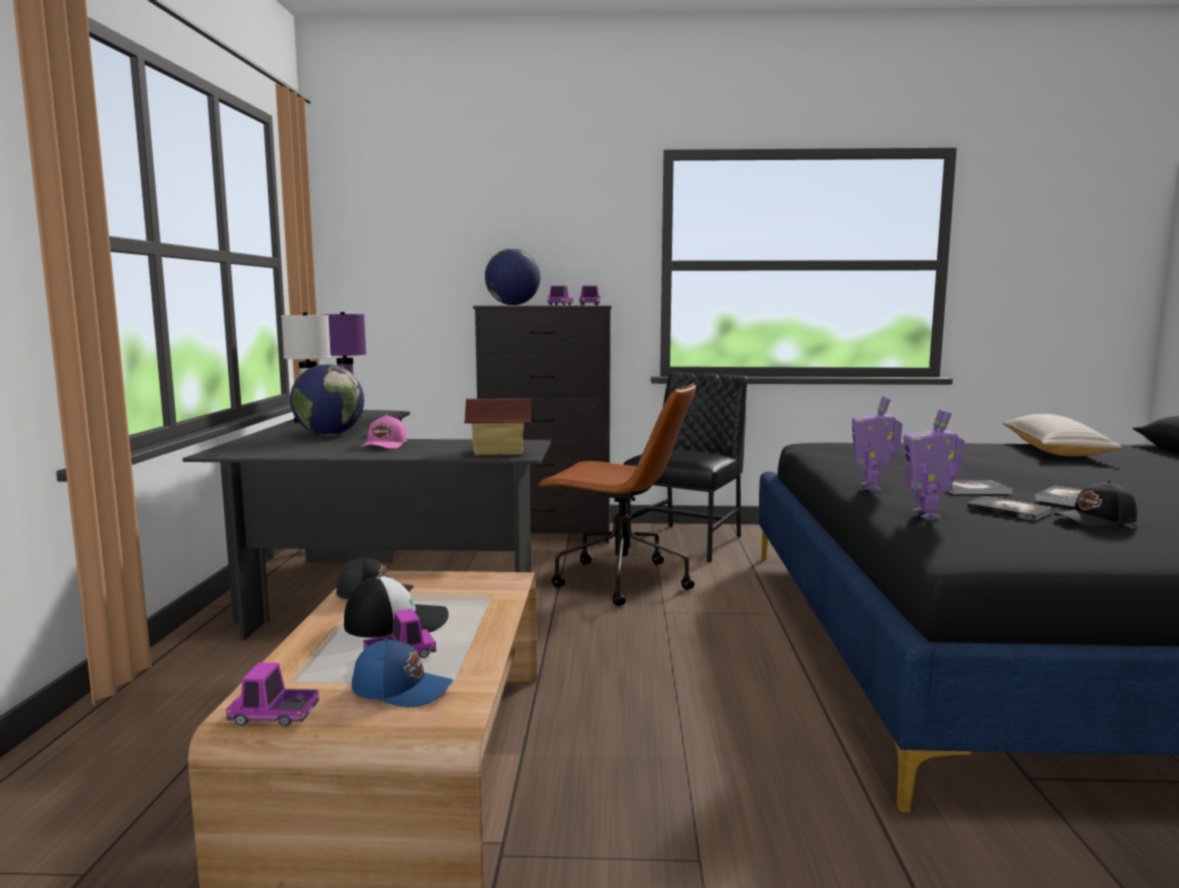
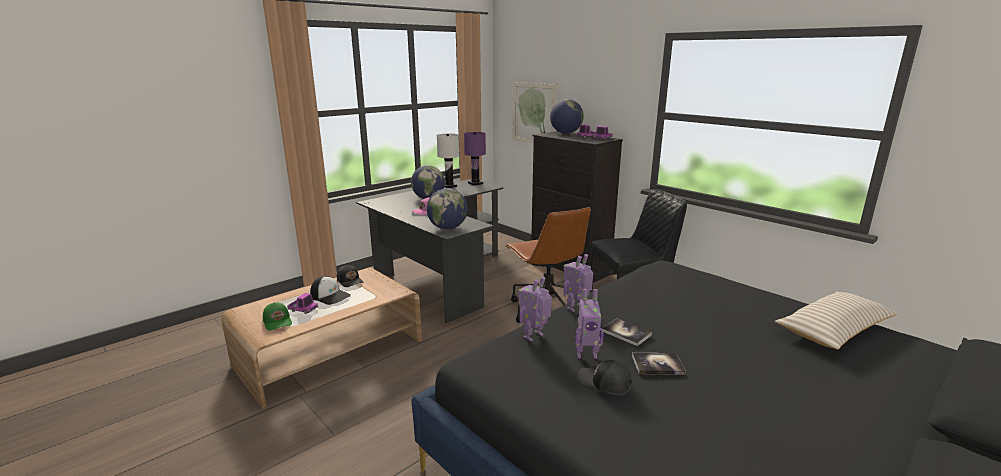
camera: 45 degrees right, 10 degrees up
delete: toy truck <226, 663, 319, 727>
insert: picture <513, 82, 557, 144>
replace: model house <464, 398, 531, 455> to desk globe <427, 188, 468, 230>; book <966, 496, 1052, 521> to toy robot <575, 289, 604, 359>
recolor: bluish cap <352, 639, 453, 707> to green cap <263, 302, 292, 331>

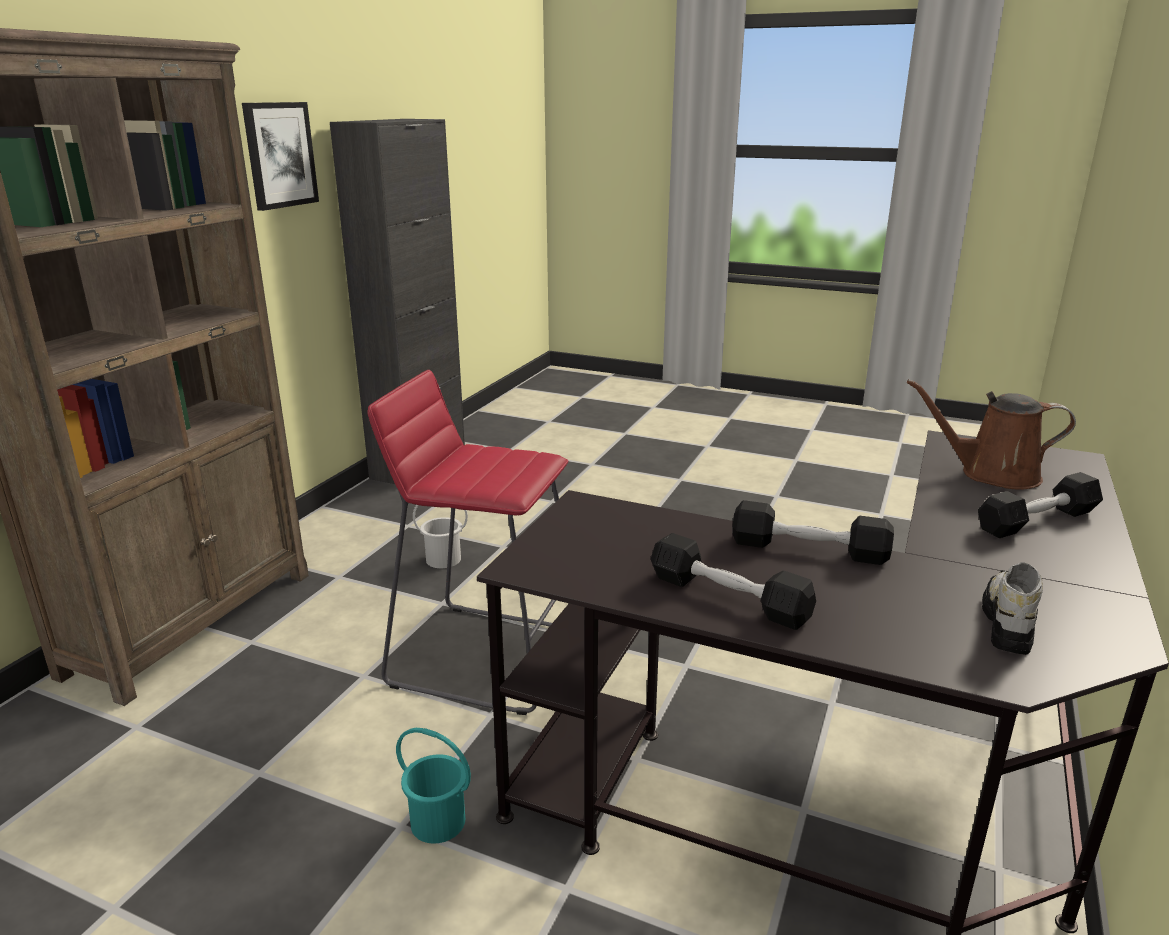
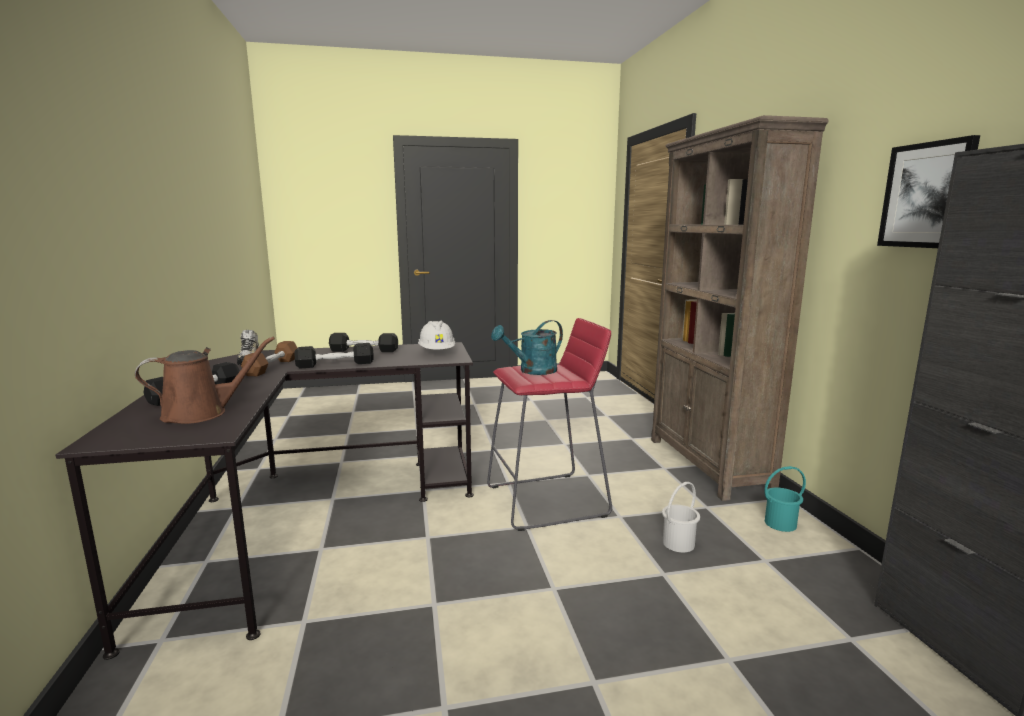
camera: 145 degrees right, 10 degrees down
insert: brown dumbbell <241, 341, 297, 376>; white safety helmet <418, 321, 455, 349>; turquoise watering pot <491, 320, 563, 375>
move: turquoise pail <396, 728, 471, 844> to <764, 466, 806, 532>

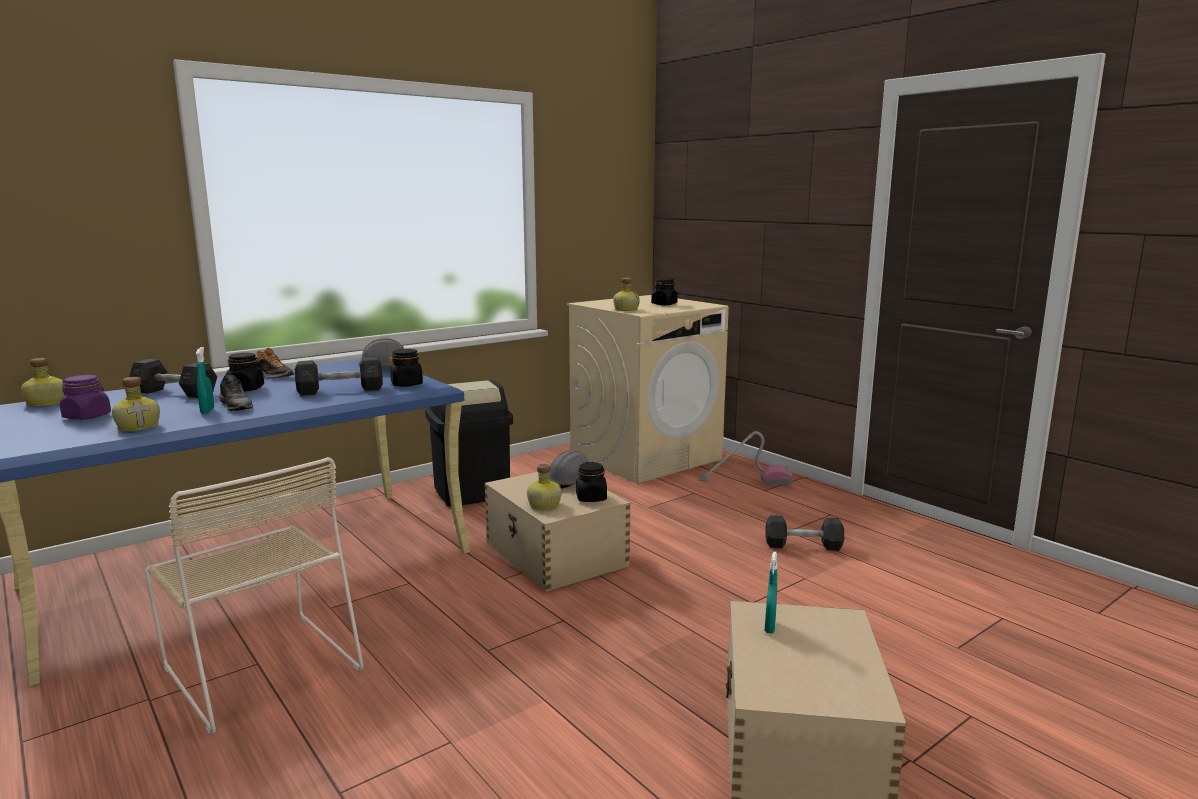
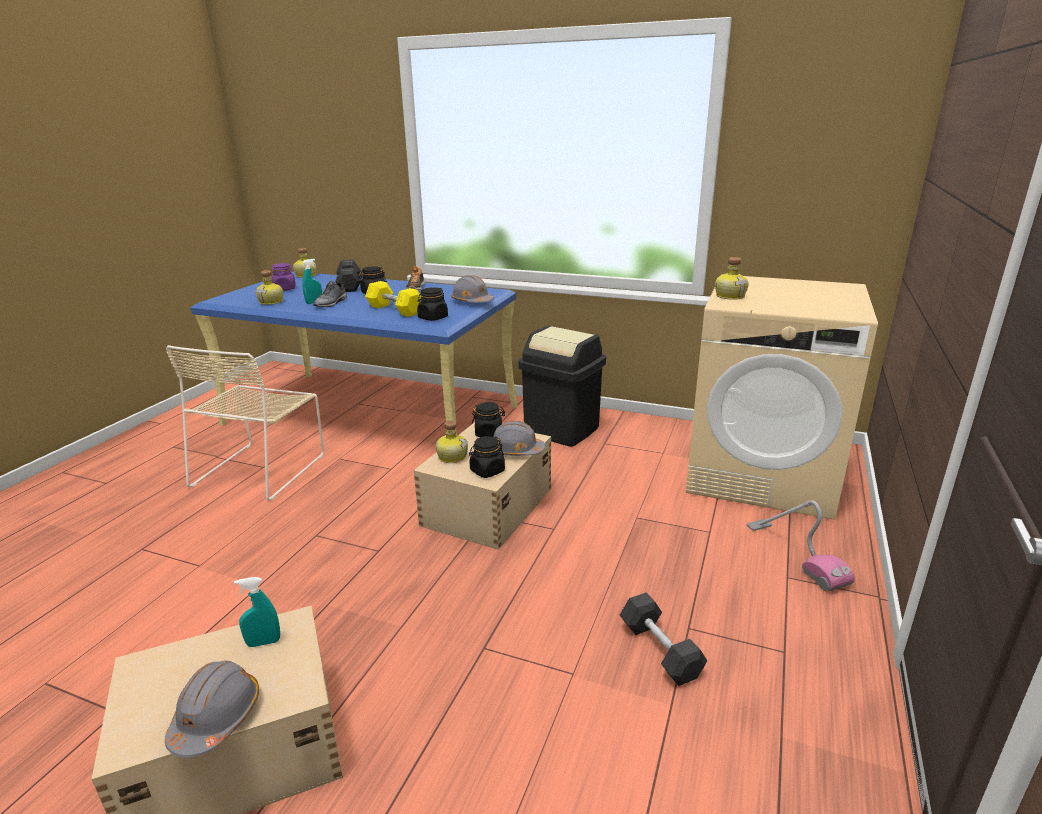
camera: 60 degrees right, 10 degrees up
insert: greyish safety helmet <165, 660, 259, 757>
move: black storage jar <651, 278, 678, 305> to <472, 402, 505, 437>
recolor: greyish dumbbell <295, 357, 383, 396> to yellow dumbbell <365, 281, 421, 317>

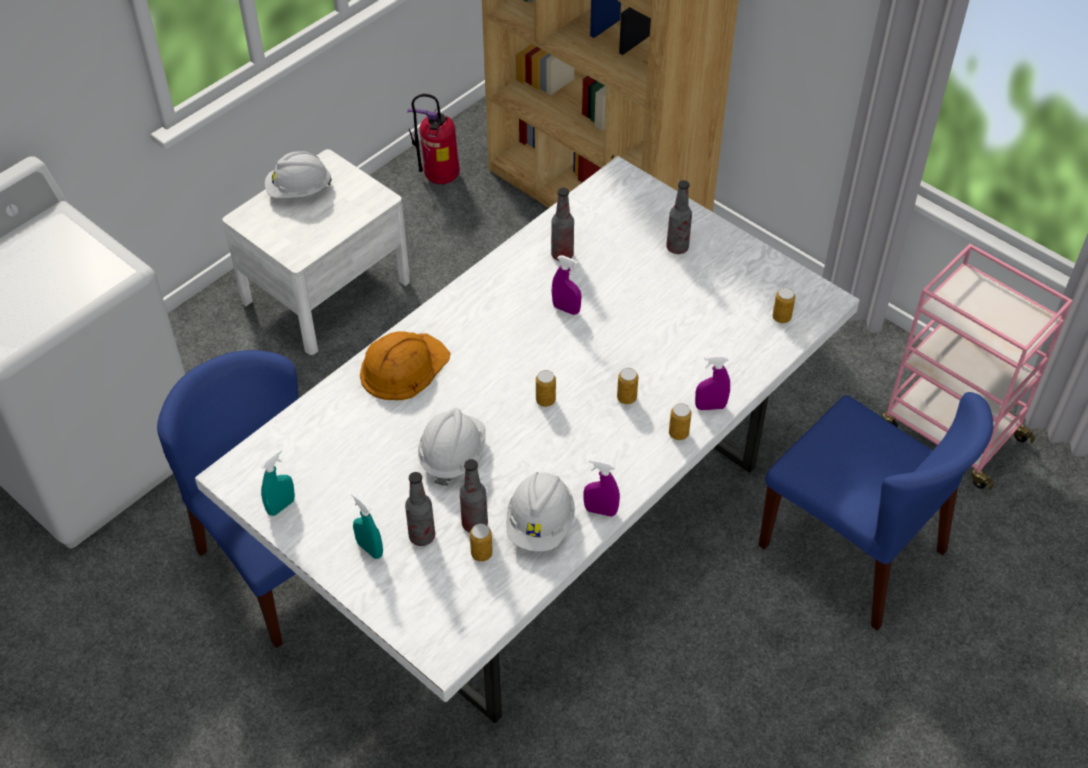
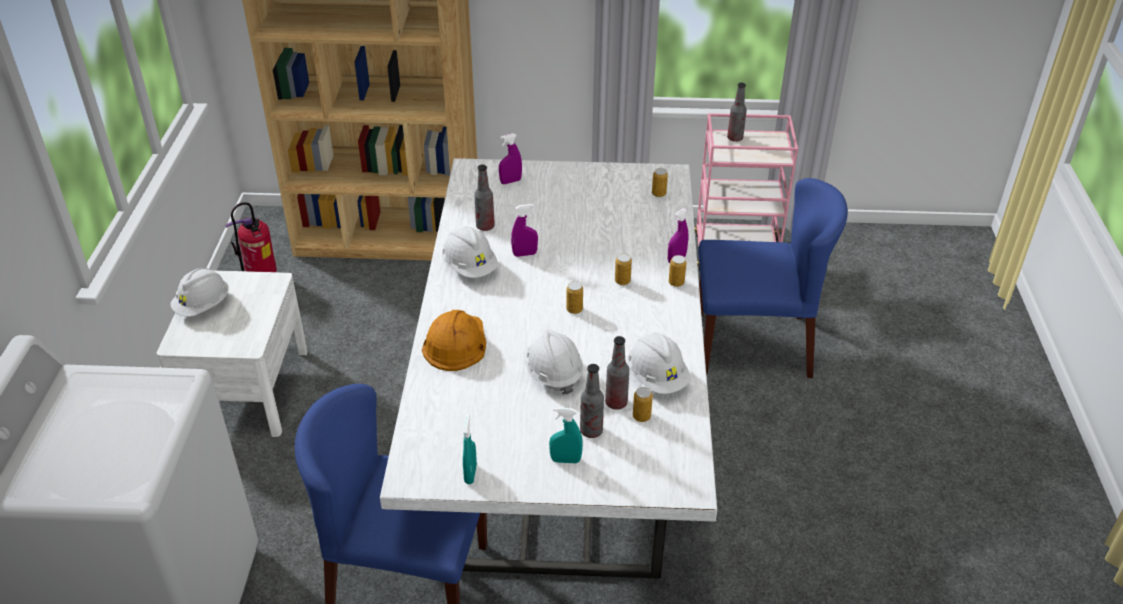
camera: 40 degrees left, 10 degrees down
insert: white safety helmet <442, 226, 498, 278>
move: purple-coloured spray bottle <583, 459, 620, 517> to <499, 133, 522, 184>; drink bottle <666, 180, 692, 254> to <727, 83, 747, 142>

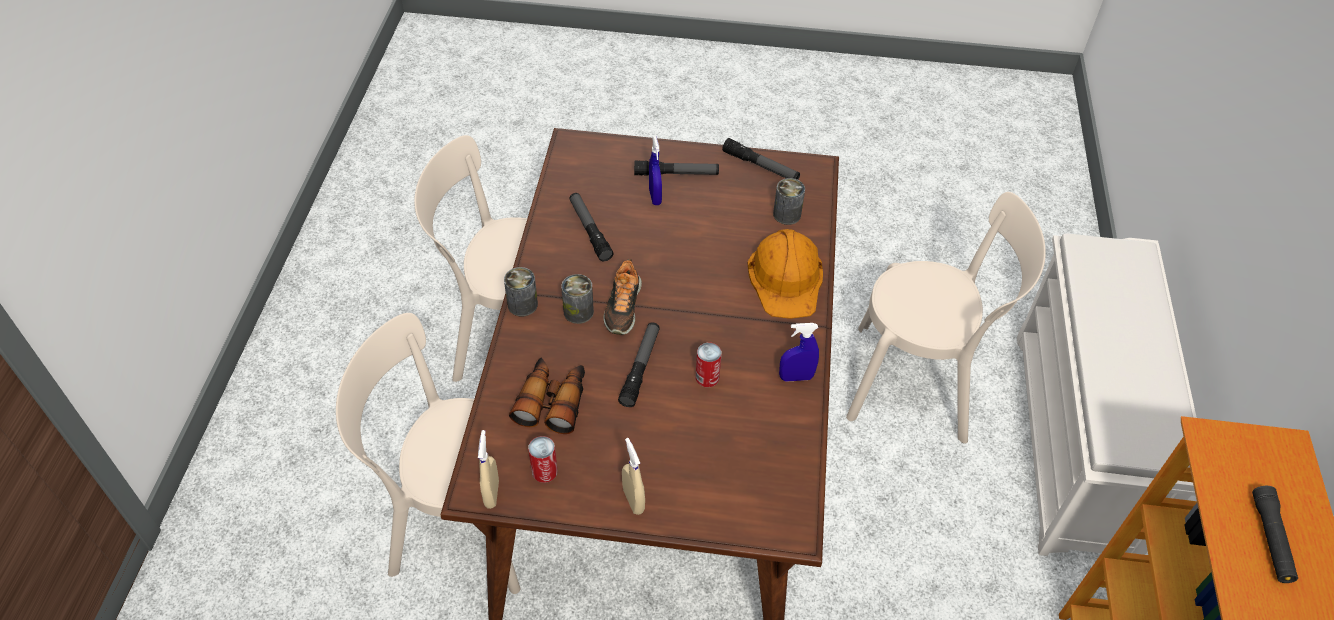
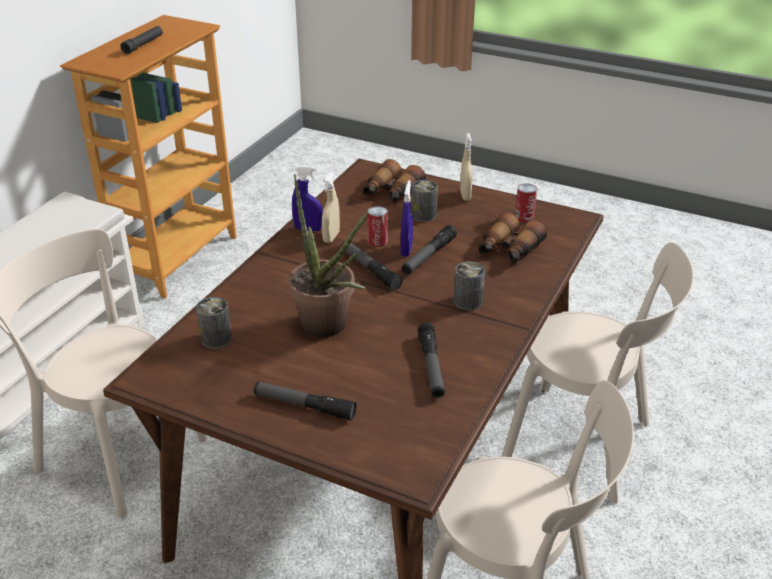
camera: 160 degrees left, 15 degrees down
delete: shoe <603, 259, 642, 335>; orange safety helmet <748, 229, 823, 319>
insert: potted plant <289, 174, 369, 337>; pair of binoculars <363, 159, 426, 203>
move: beige spray bottle <478, 430, 499, 509> to <322, 172, 340, 243>; metal can <504, 267, 538, 316> to <412, 180, 438, 222>; bluish spray bottle <649, 136, 662, 205> to <401, 180, 413, 257>; hand torch <722, 138, 800, 180> to <341, 241, 403, 290>

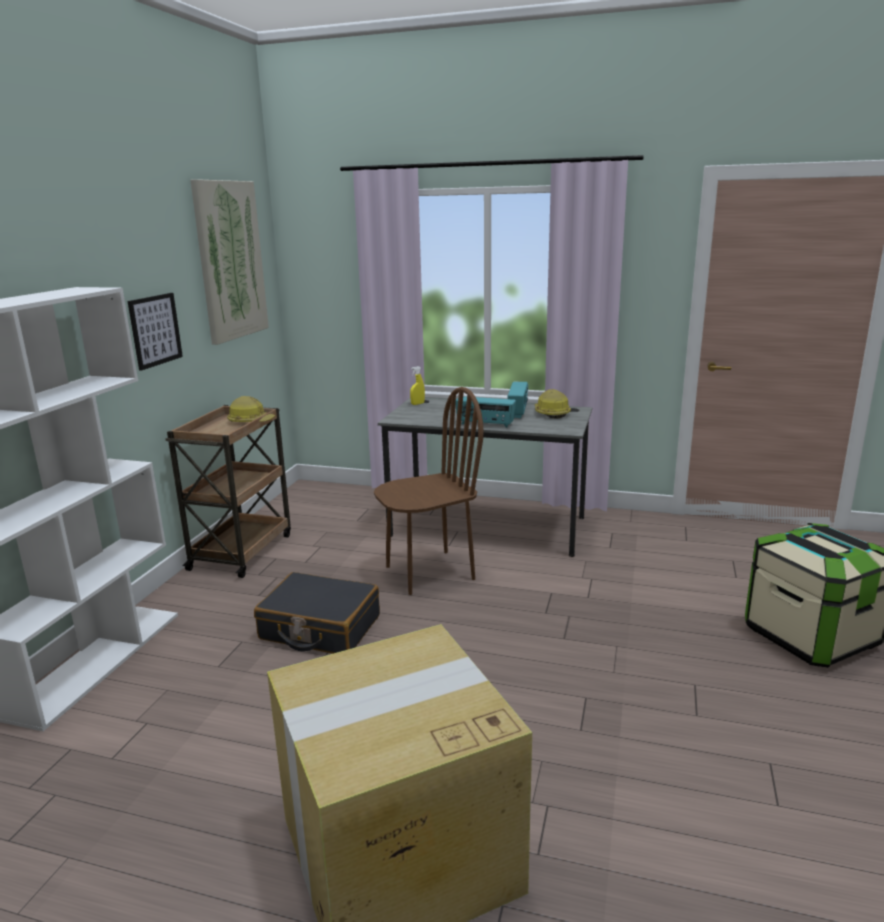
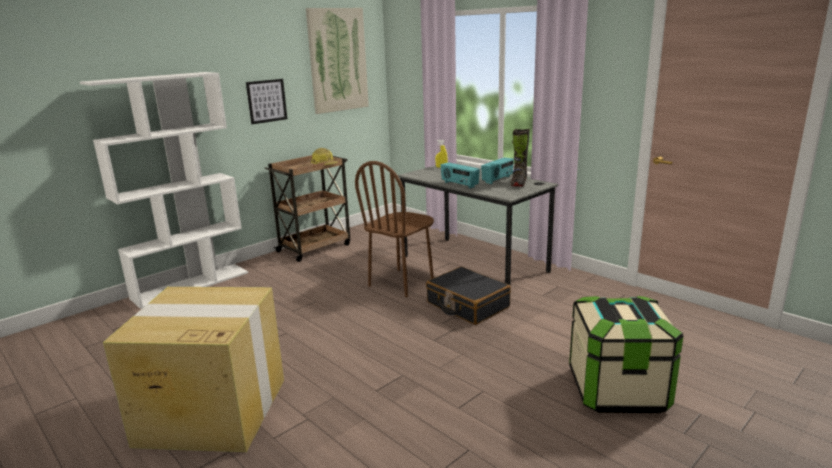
camera: 30 degrees right, 0 degrees up
move: black travel case <254, 572, 380, 654> to <426, 267, 511, 325>
replace: safety helmet <534, 389, 571, 419> to black tall boot <510, 129, 530, 187>
rotate: brown upright chair <374, 387, 484, 595> = <355, 161, 434, 297> 120 degrees clockwise

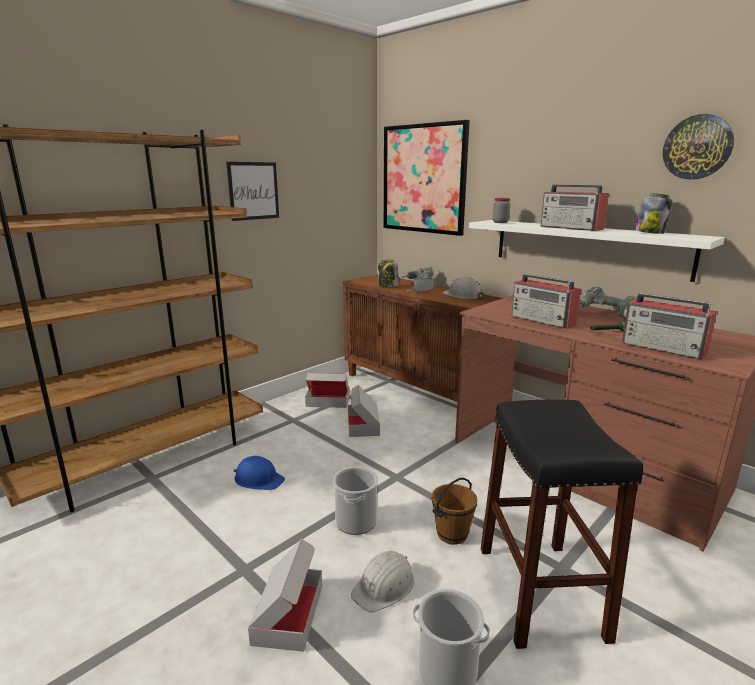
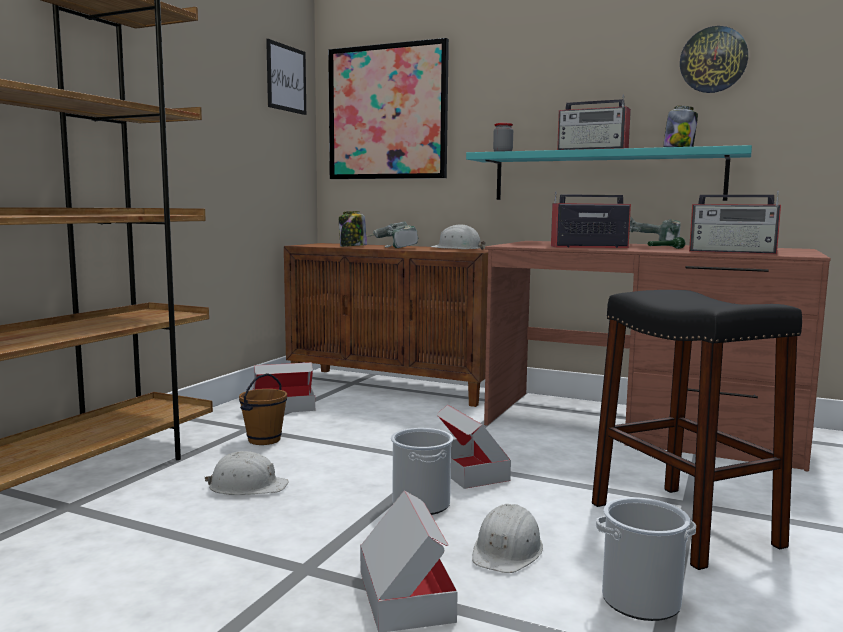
camera: 20 degrees left, 10 degrees down
move: picture <226, 162, 279, 221> to <266, 39, 306, 115>; packing box <348, 385, 380, 437> to <437, 405, 511, 489>; brown pail <432, 478, 477, 545> to <239, 373, 287, 445>
recolor: bluish safety helmet <234, 456, 285, 490> to white safety helmet <205, 451, 289, 495>; white bracket shelf <469, 220, 725, 282> to turquoise bracket shelf <466, 145, 752, 201>
rotate: radio set <512, 274, 581, 329> = <551, 191, 631, 248> 150 degrees clockwise

